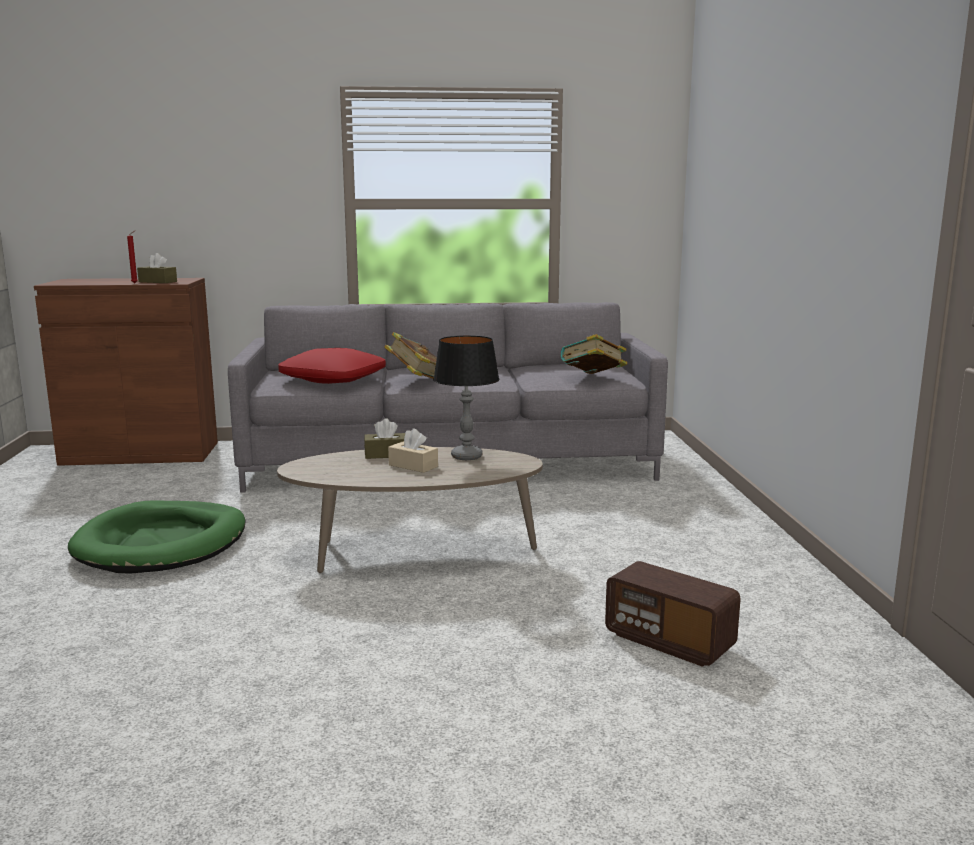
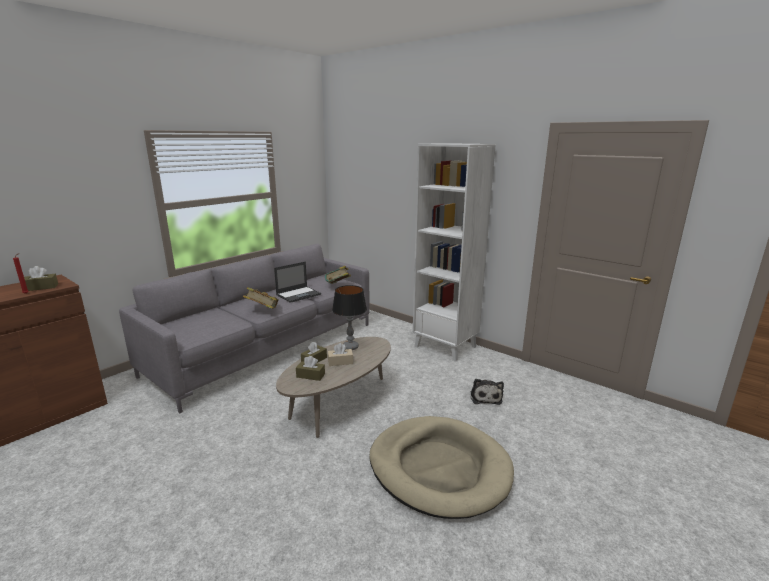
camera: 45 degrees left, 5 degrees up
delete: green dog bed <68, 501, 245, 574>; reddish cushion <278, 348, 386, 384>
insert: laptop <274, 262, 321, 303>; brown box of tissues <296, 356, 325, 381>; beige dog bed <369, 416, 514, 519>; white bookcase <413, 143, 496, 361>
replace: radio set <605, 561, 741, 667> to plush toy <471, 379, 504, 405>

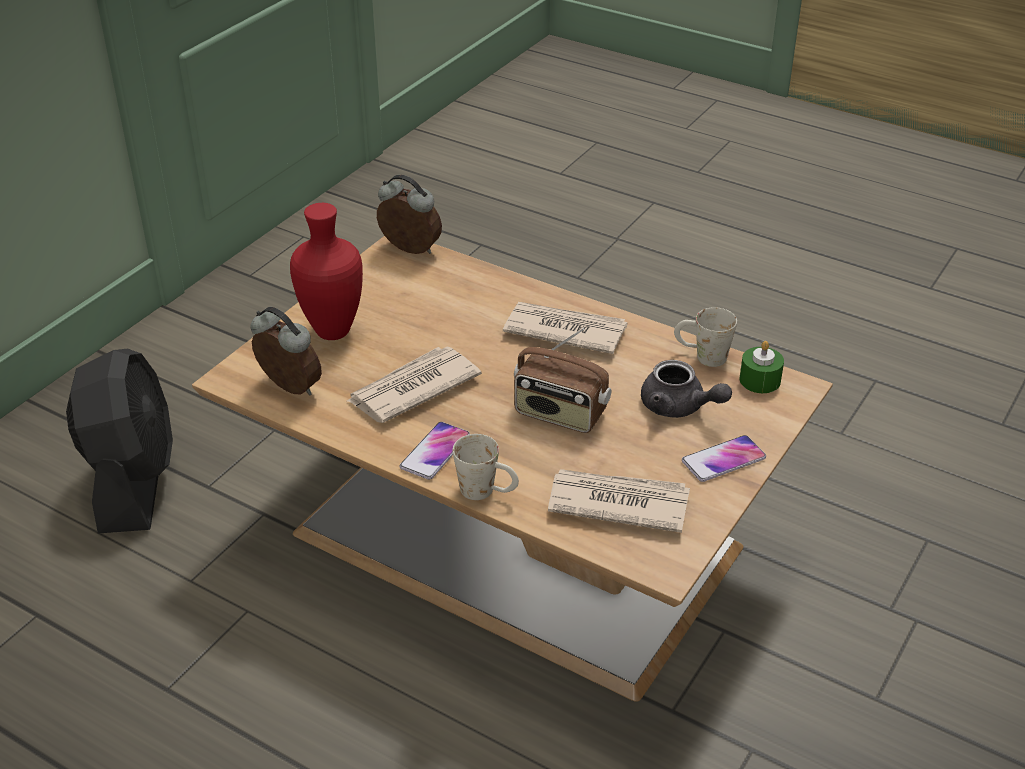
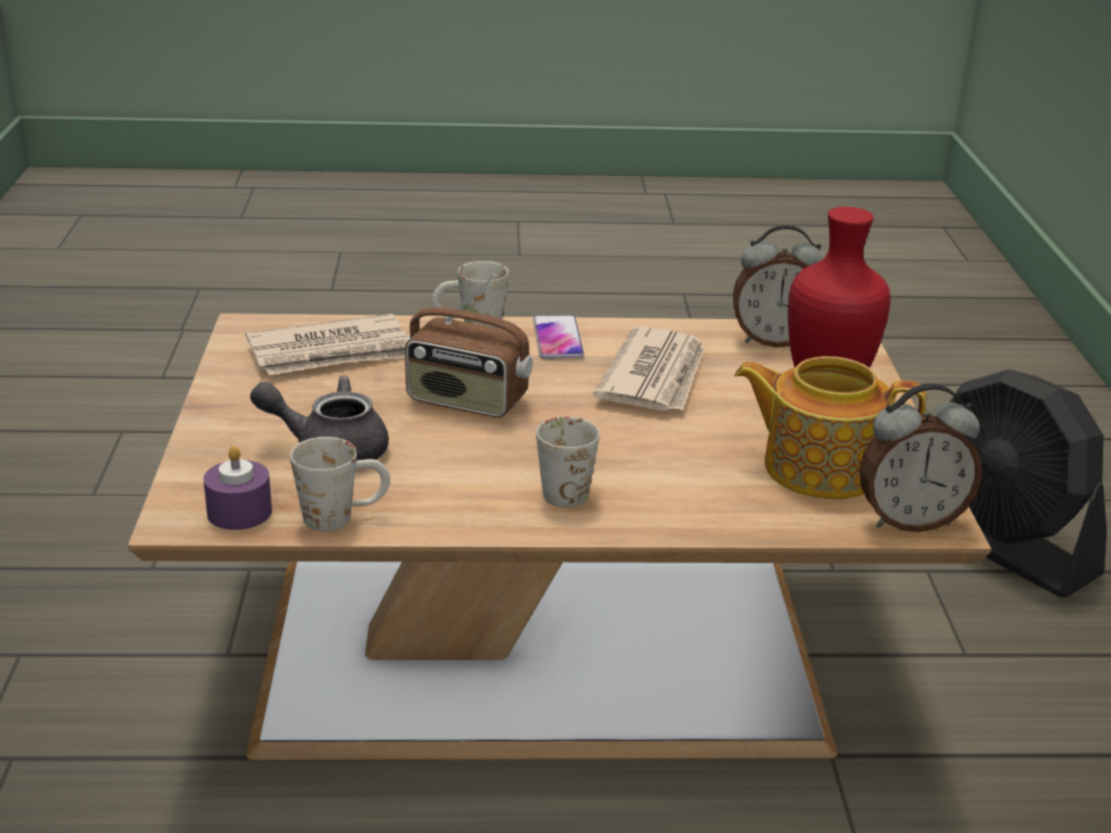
camera: 145 degrees right, 10 degrees down
delete: phone <682, 435, 766, 482>
insert: teapot <734, 356, 926, 499>
replace: newspaper <503, 302, 628, 354> to white tea mug <536, 416, 600, 508>
recolor: green wax light <740, 341, 784, 393> to purple-coloured wax light <203, 446, 272, 530>
rotate: radio set <514, 328, 611, 433> = <405, 274, 533, 418> 150 degrees counterclockwise

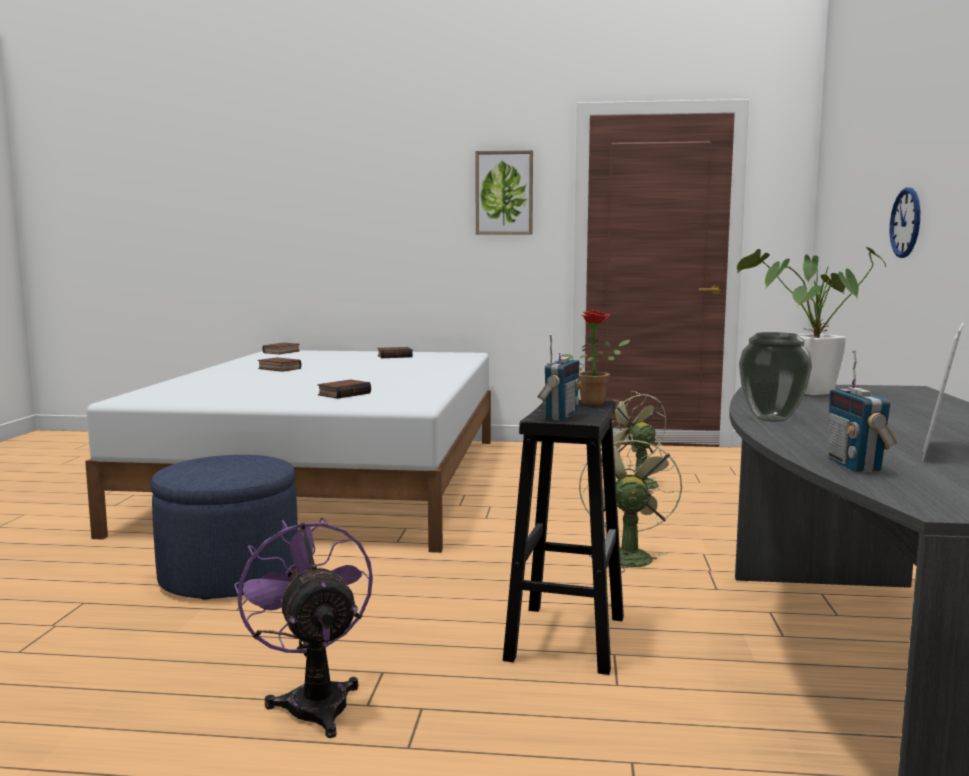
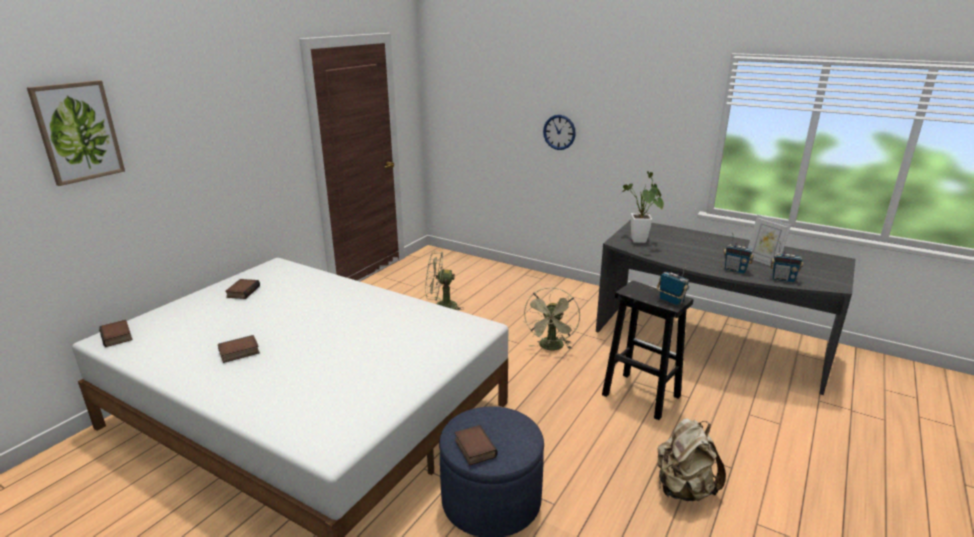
camera: 65 degrees left, 15 degrees up
delete: potted plant <564, 309, 630, 405>; flower vase <739, 332, 812, 422>
insert: radio set <723, 233, 754, 274>
move: book <318, 380, 371, 399> to <455, 425, 498, 465>; picture <476, 150, 533, 235> to <27, 80, 125, 186>
replace: purple-coloured electric fan <234, 517, 373, 738> to beige rucksack <657, 418, 726, 501>
rotate: green electric fan <579, 434, 682, 573> = <524, 288, 580, 350> 105 degrees counterclockwise

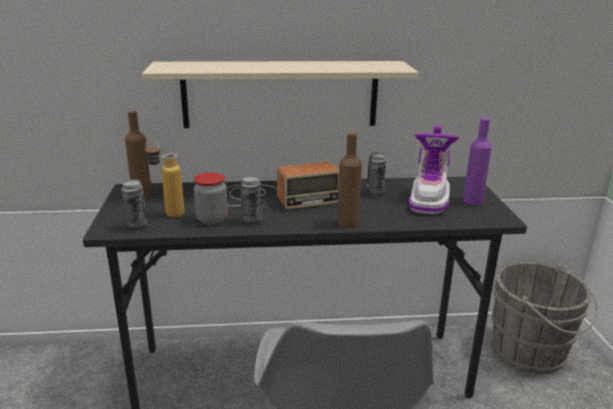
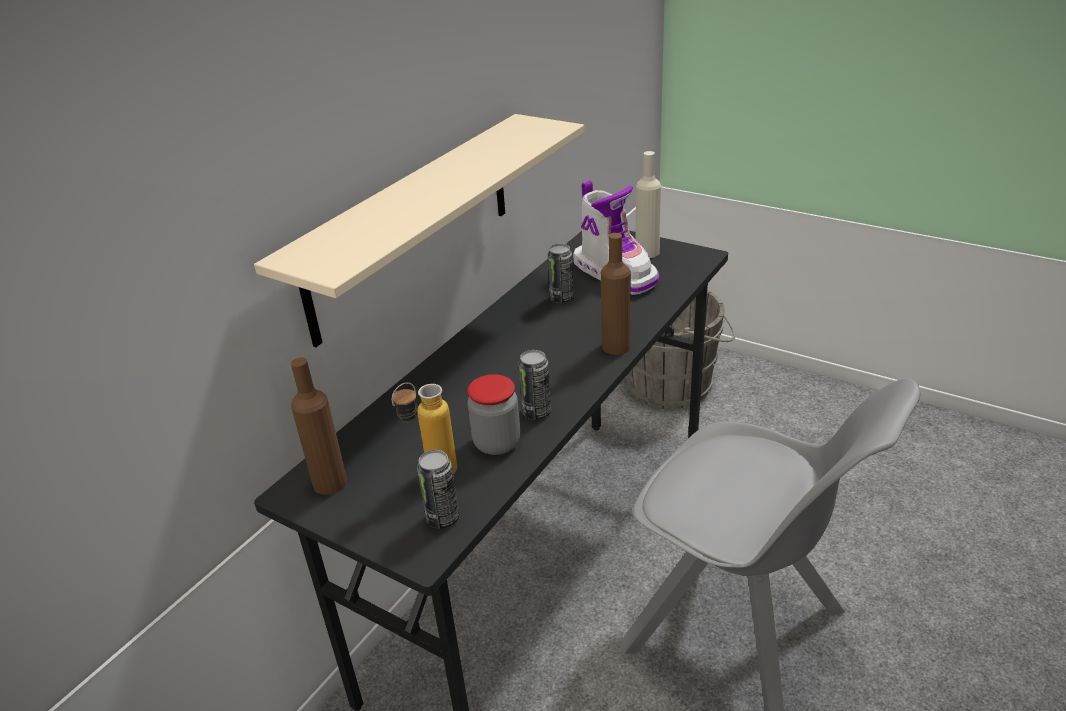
camera: 50 degrees left, 10 degrees up
delete: radio set <227, 162, 339, 209>
recolor: purple-coloured drink bottle <463, 118, 492, 205> to beige drink bottle <636, 151, 661, 258>

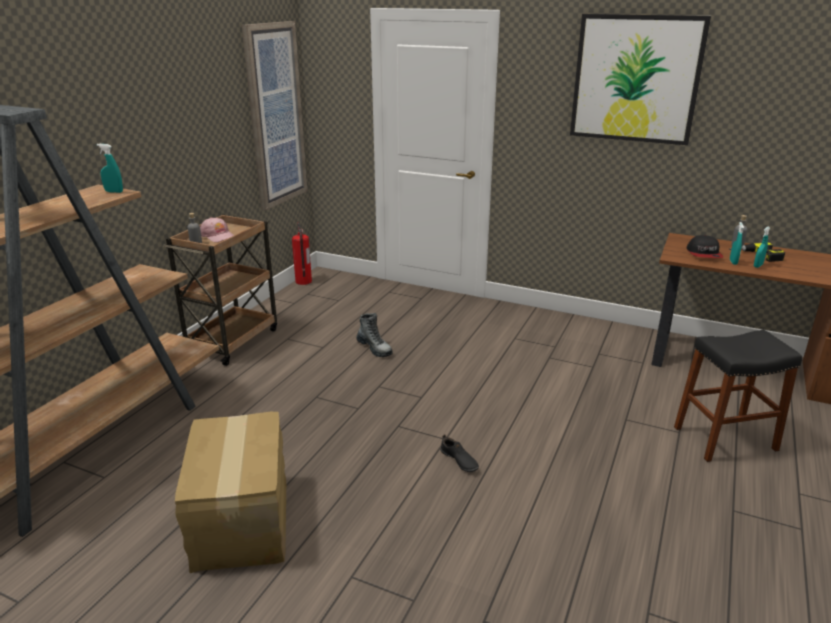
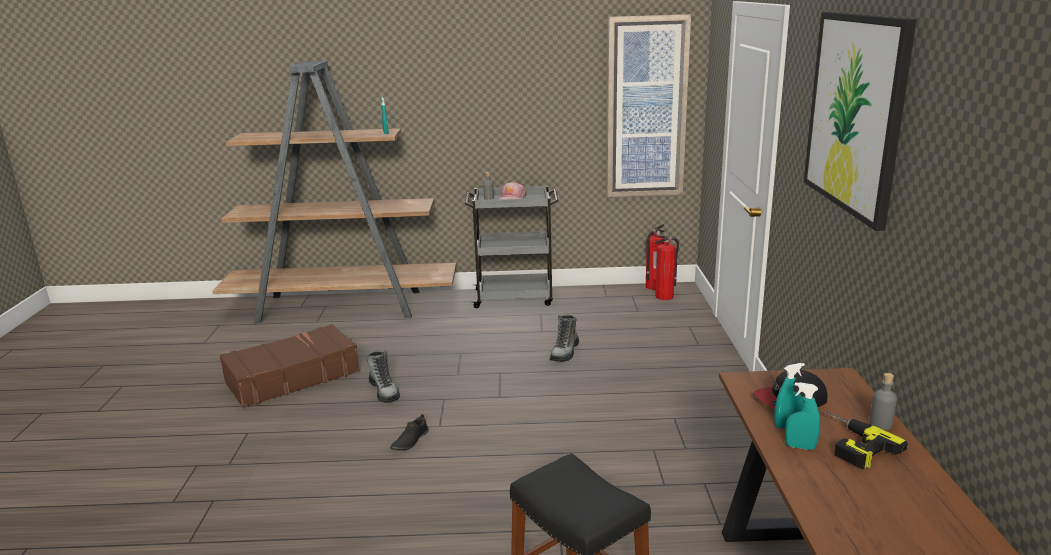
camera: 65 degrees right, 5 degrees down
insert: tall boot <366, 350, 400, 403>; fire extinguisher <655, 236, 679, 300>
replace: packing box <175, 412, 286, 573> to brown travel case <220, 324, 360, 408>
recolor: brown wheeled cart <163, 214, 277, 366> to greyish wheeled cart <465, 186, 558, 308>

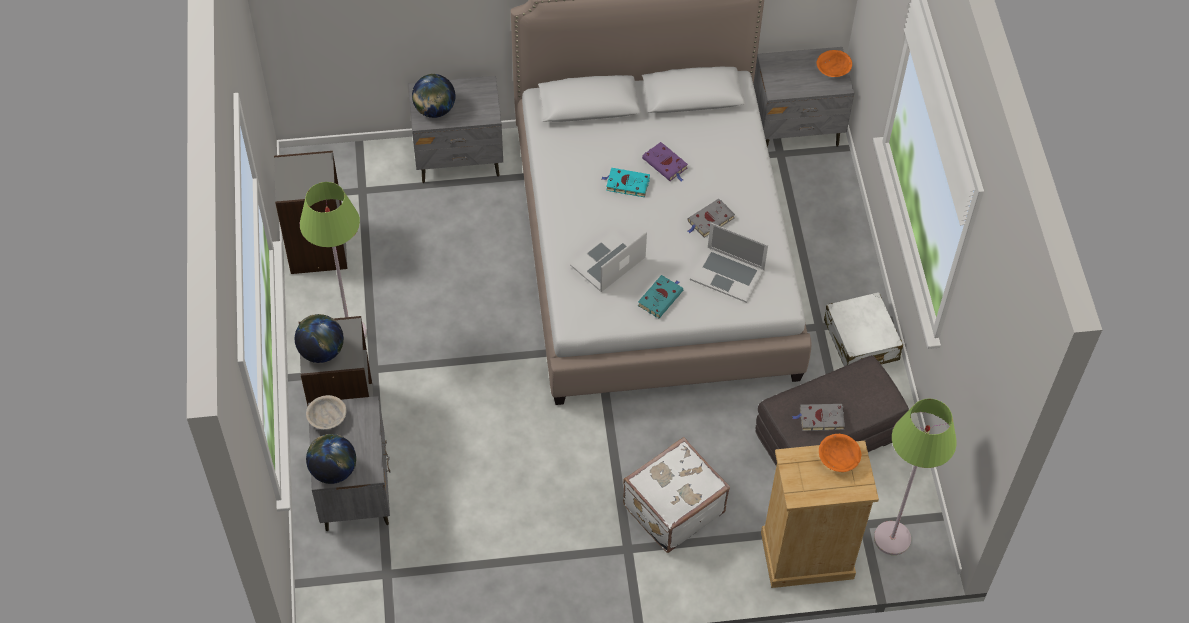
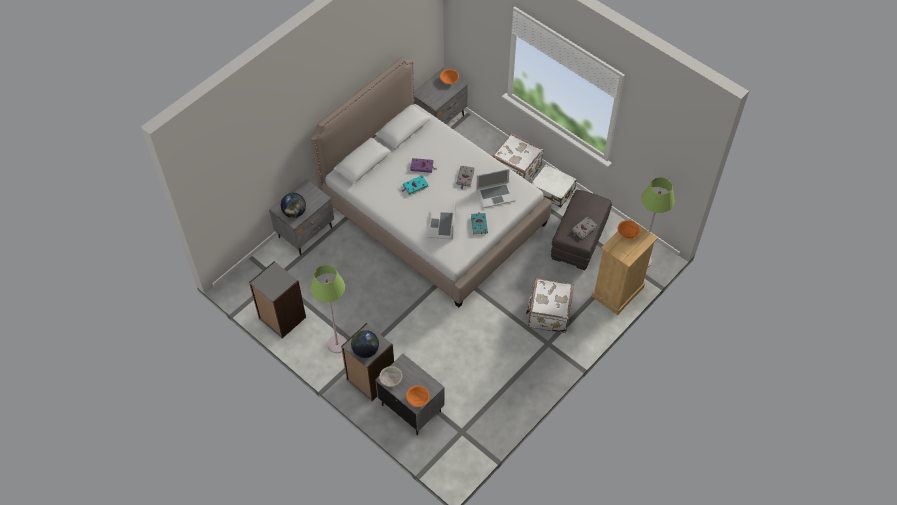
camera: 40 degrees left, 0 degrees up
insert: white travel case <492, 133, 543, 182>
replace: desk globe <306, 434, 356, 484> to orange serving bowl <406, 386, 430, 407>

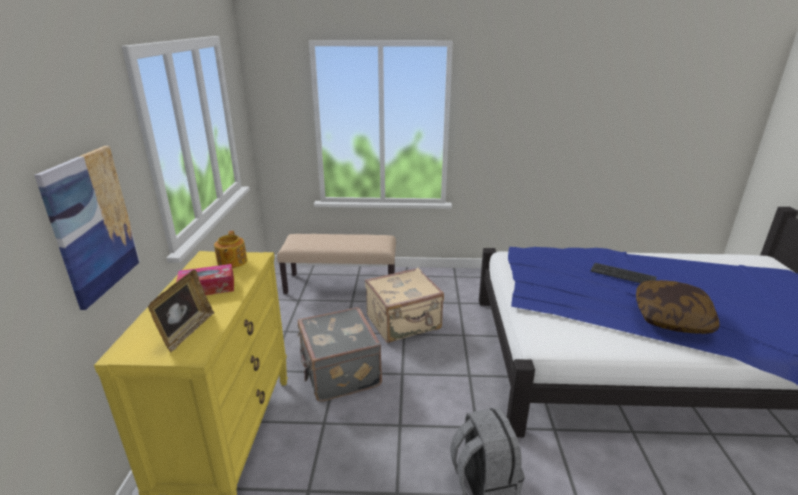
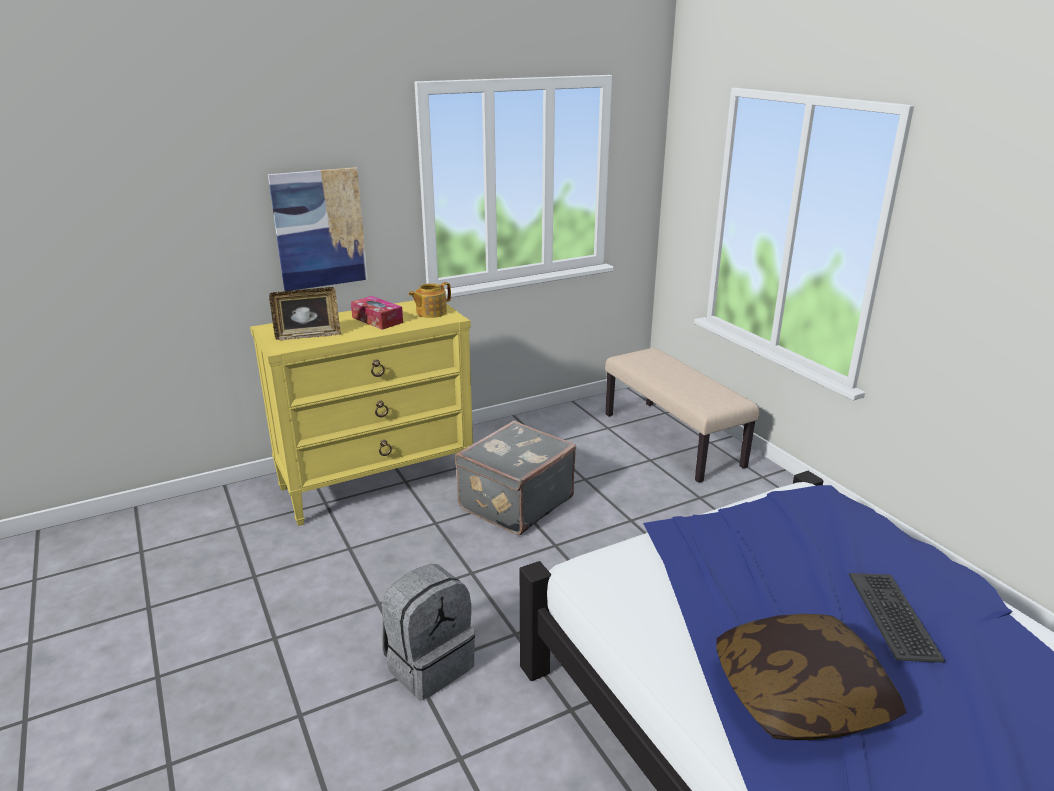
camera: 60 degrees right, 0 degrees up
delete: beige travel case <365, 268, 444, 343>

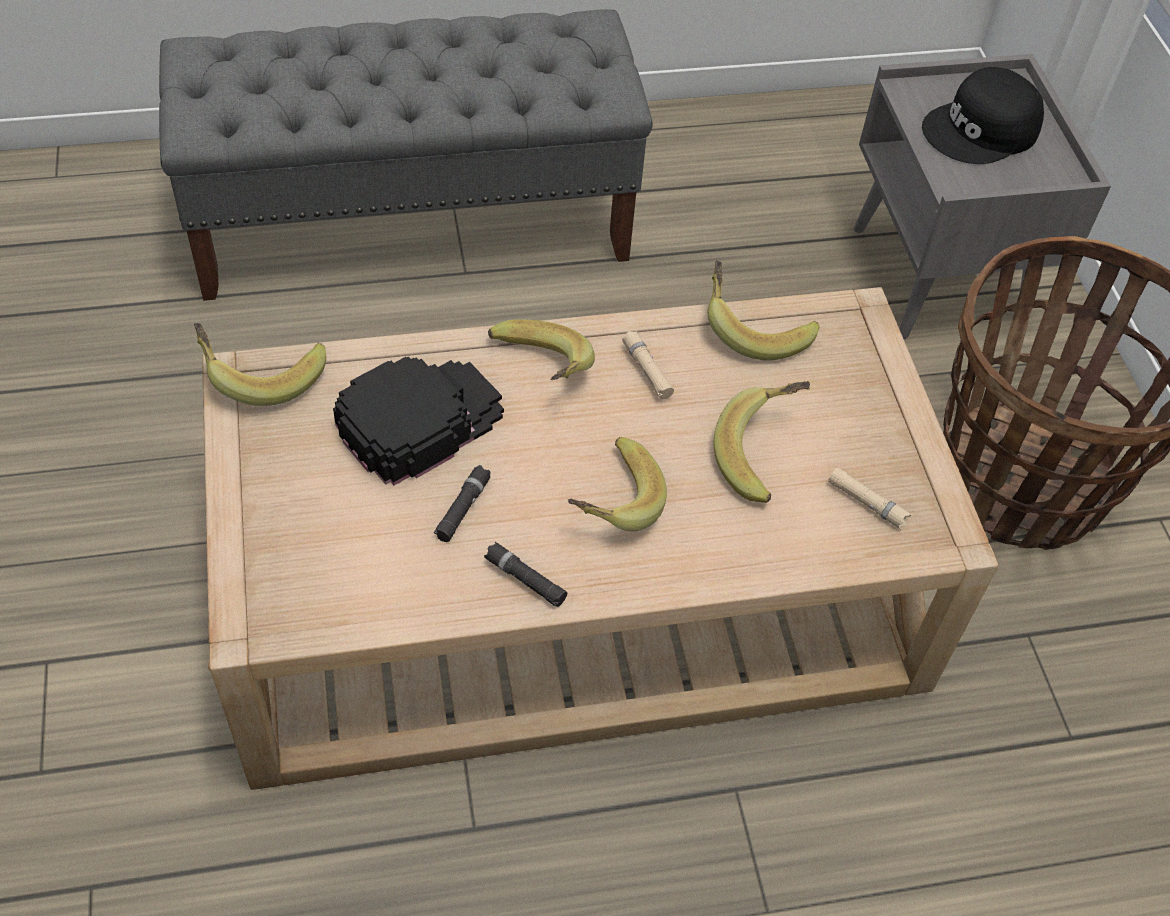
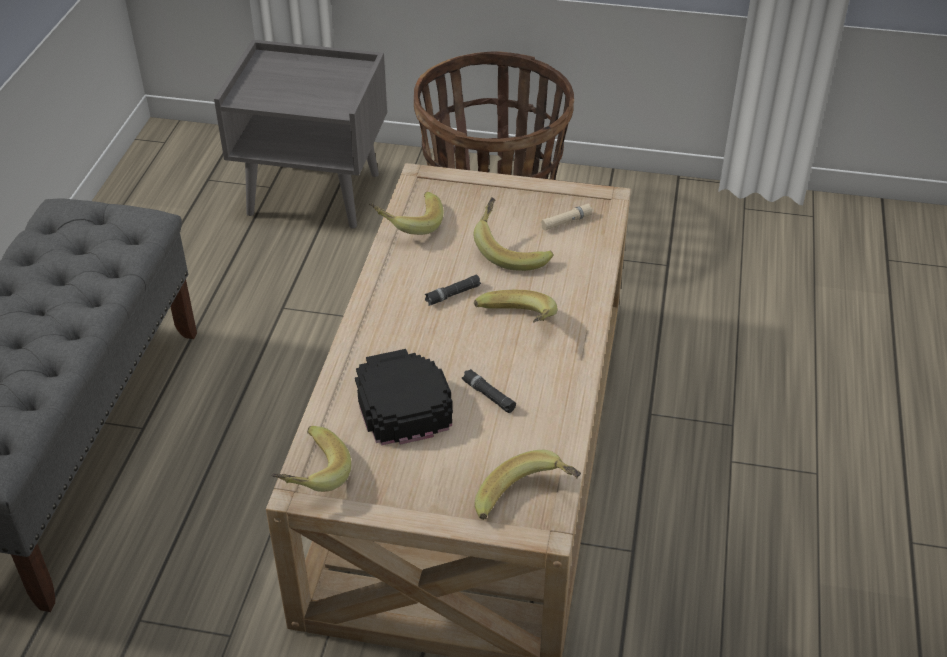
camera: 65 degrees left, 10 degrees down
delete: beige hand torch <622, 331, 674, 400>; black cap <922, 67, 1044, 164>
move: black hand torch <484, 542, 567, 607> to <425, 275, 481, 306>; whole banana <488, 320, 595, 380> to <475, 450, 581, 520>

